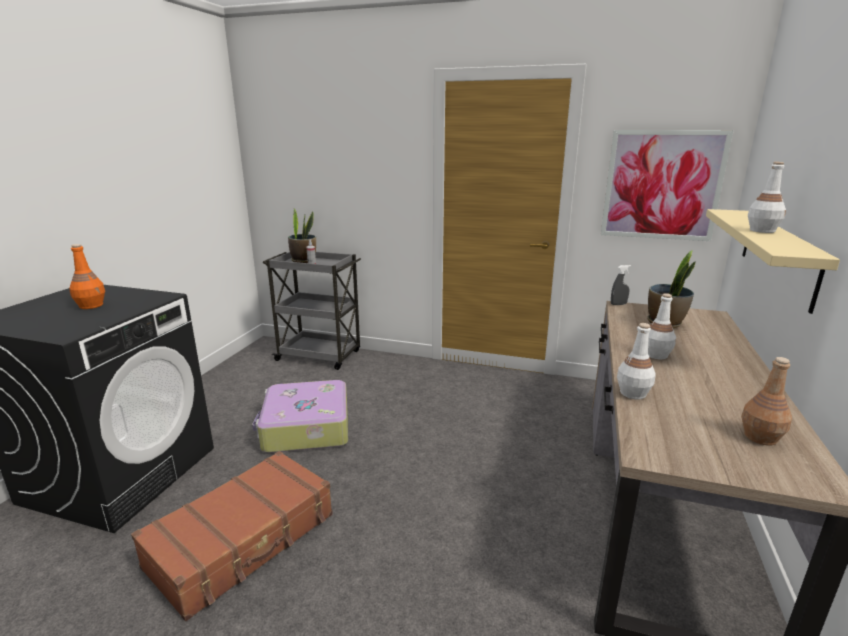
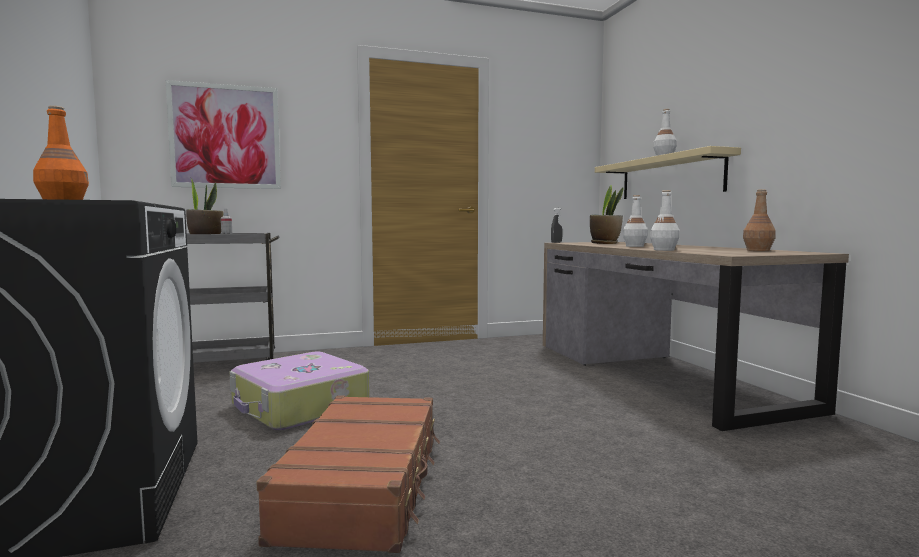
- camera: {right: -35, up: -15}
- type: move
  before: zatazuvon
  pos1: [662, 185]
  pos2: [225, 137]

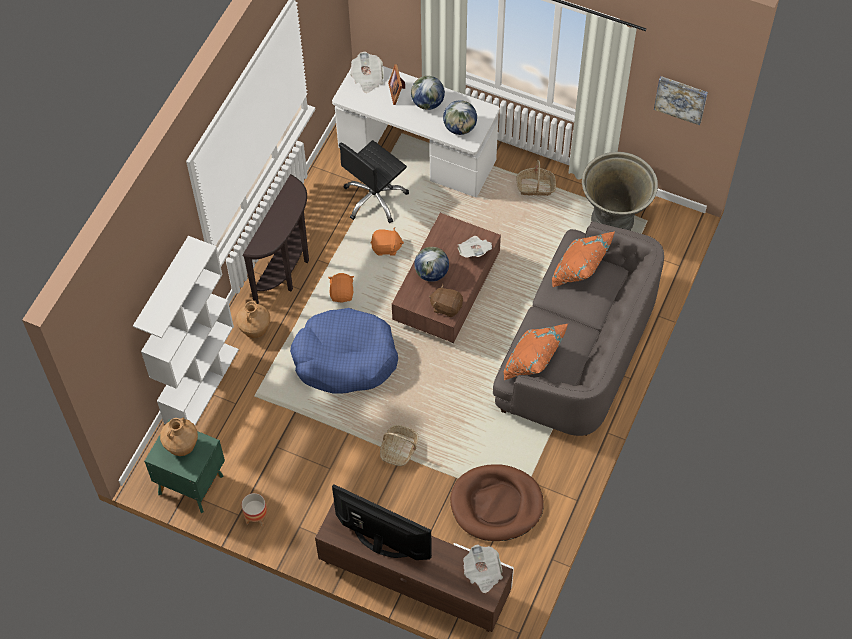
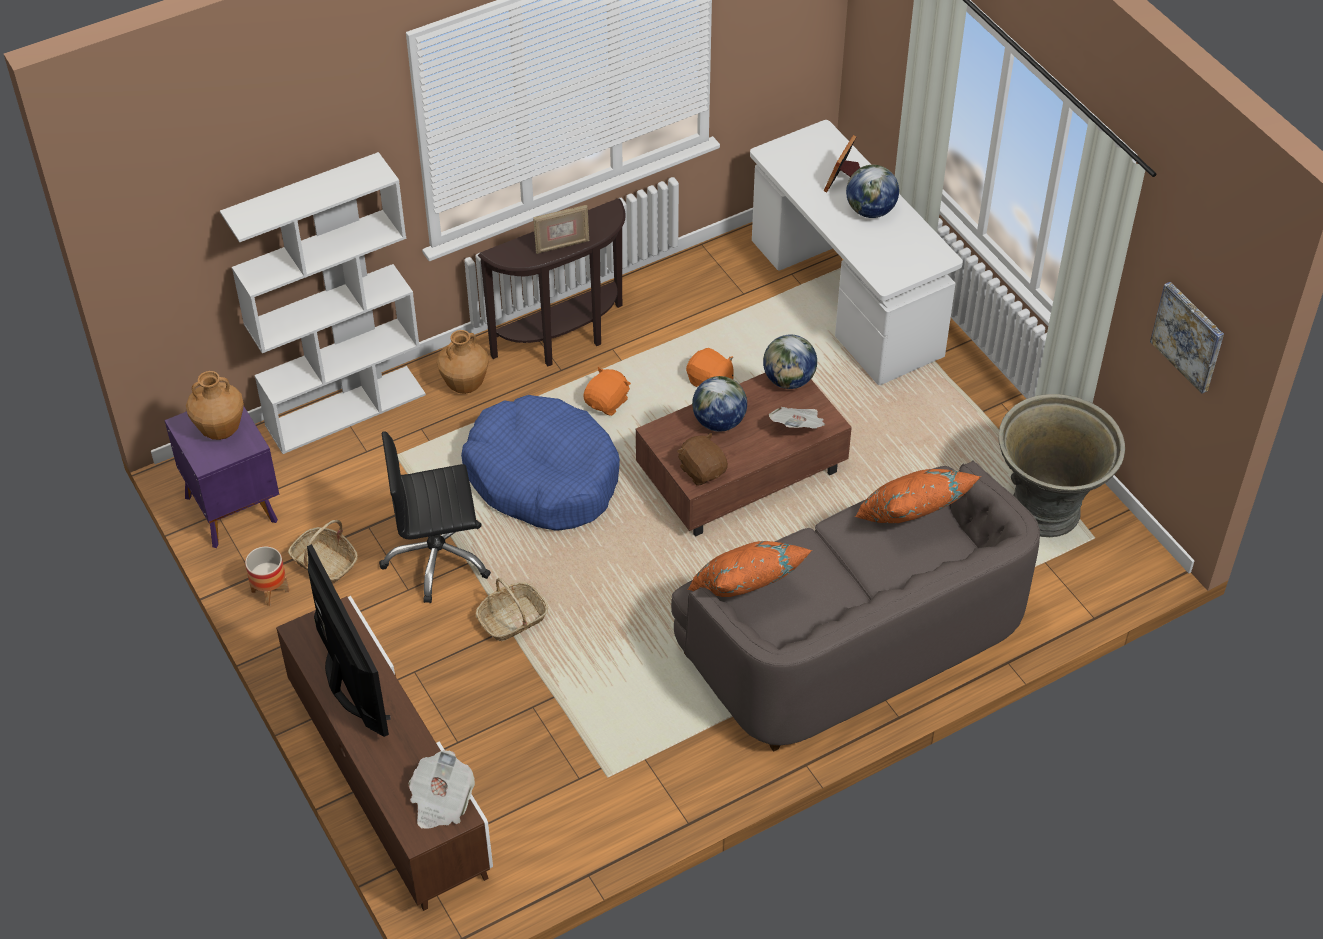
- camera: {right: 35, up: -10}
- type: recolor
  before: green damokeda
  after: purple damokeda
  pos1: [190, 483]
  pos2: [232, 507]
- type: move
  before: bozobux
  pos1: [535, 187]
  pos2: [325, 563]
- type: move
  before: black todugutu
  pos1: [375, 198]
  pos2: [437, 558]
- type: insert
  after: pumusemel
  pos2: [562, 245]
- type: move
  before: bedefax
  pos1: [460, 128]
  pos2: [789, 380]
- type: delete
  before: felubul
  pos1: [367, 78]
- type: delete
  before: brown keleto
  pos1: [496, 504]

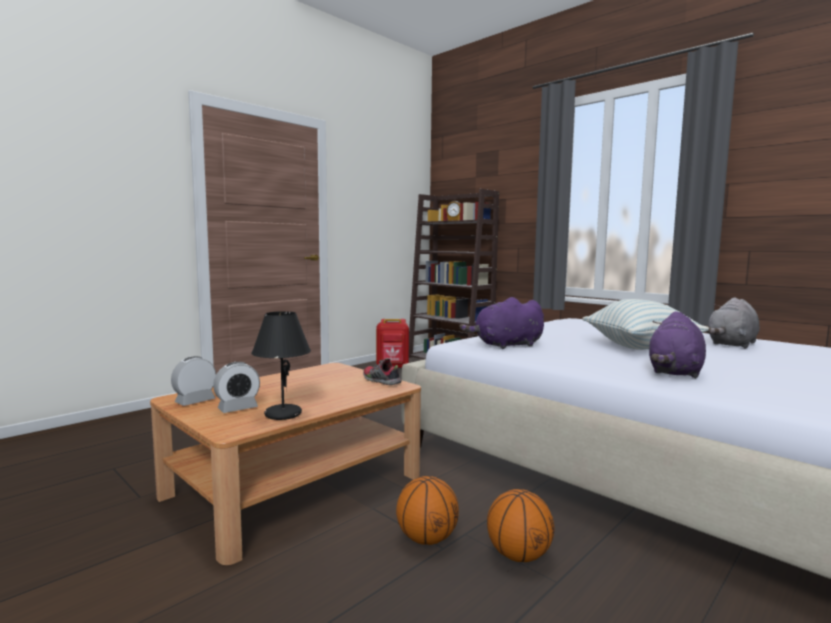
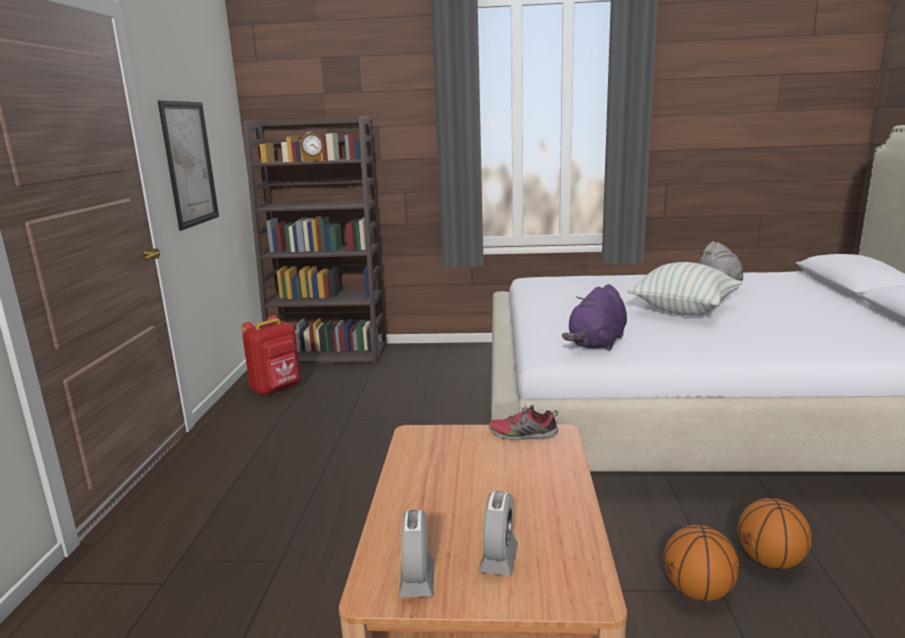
- camera: {right: -40, up: 10}
- type: insert
  after: zatazuvon
  pos2: [189, 164]
- type: delete
  before: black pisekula
  pos1: [282, 414]
- type: delete
  before: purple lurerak
  pos1: [675, 372]

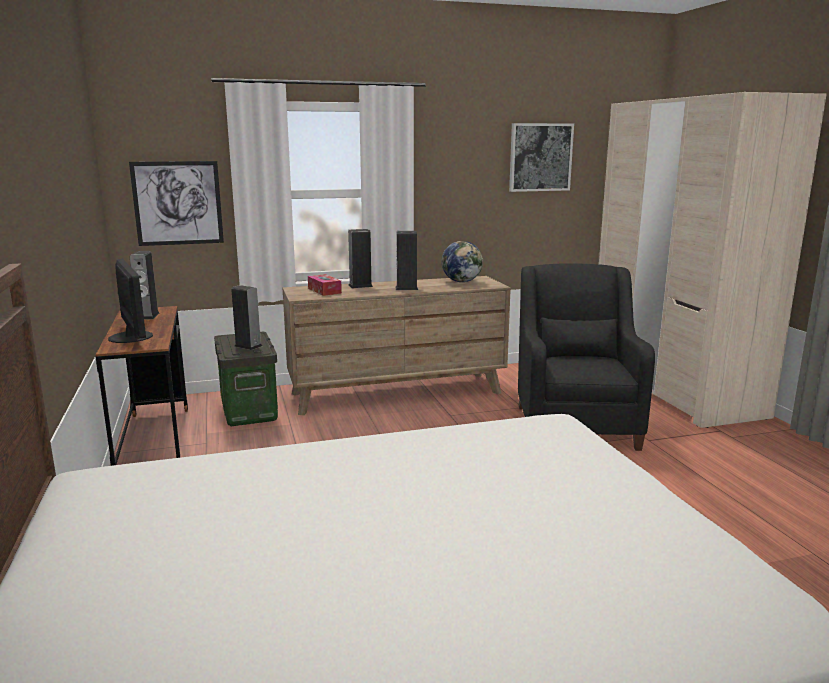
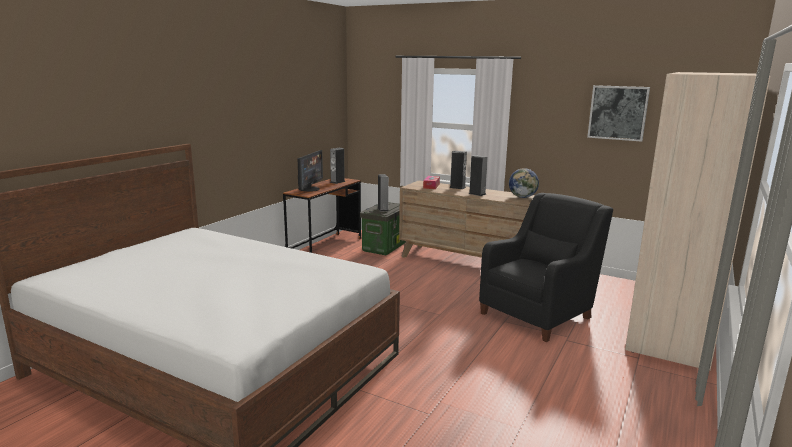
- camera: {right: 45, up: 0}
- type: delete
  before: zatazuvon
  pos1: [178, 203]

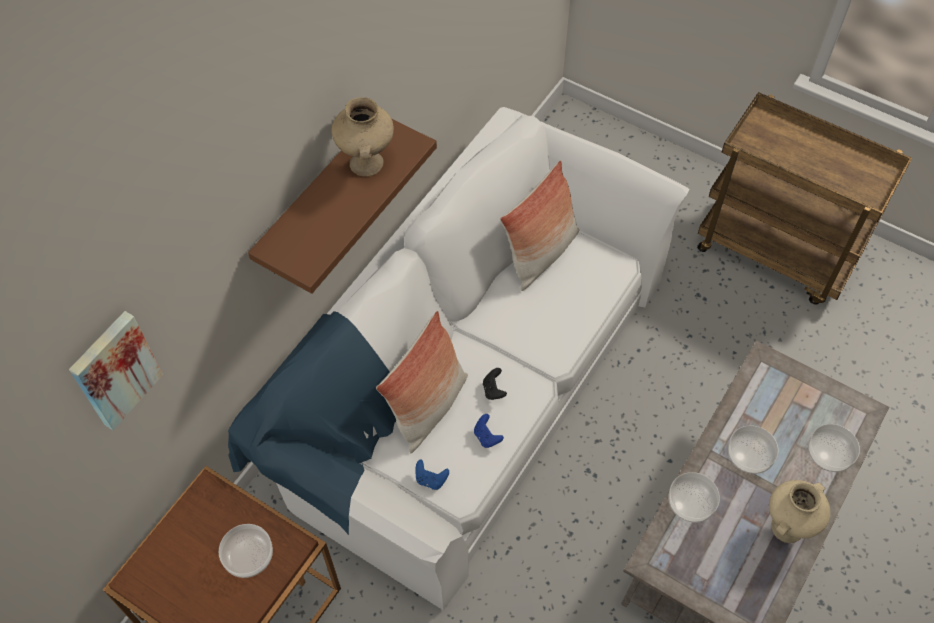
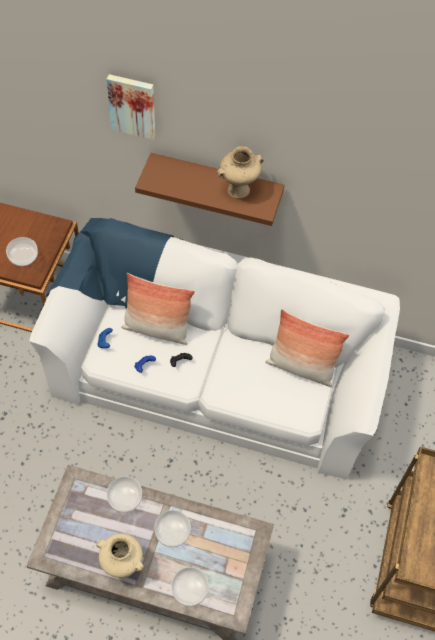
- camera: {right: 70, up: 0}
- type: move
  before: zatazuvon
  pos1: [114, 369]
  pos2: [132, 105]

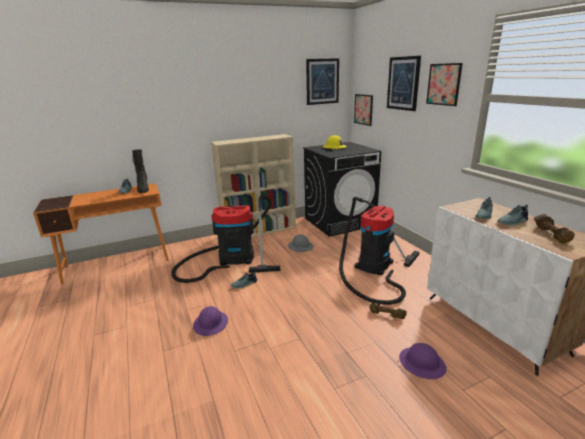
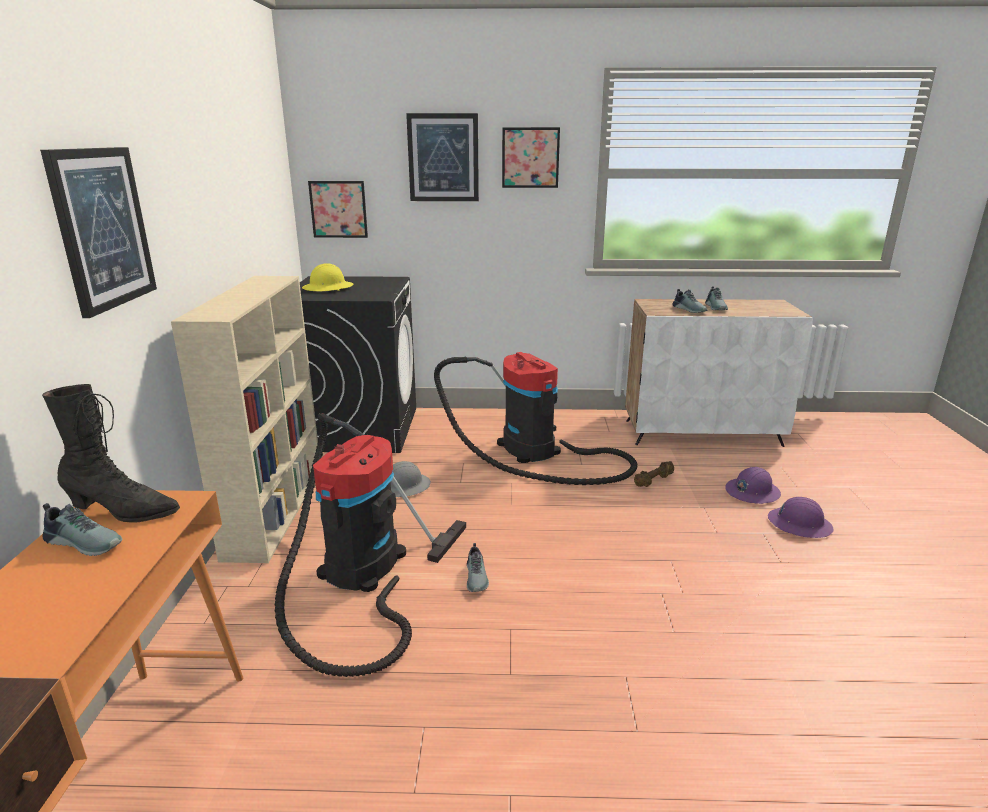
- camera: {right: -65, up: 0}
- type: move
  before: zatazuvon
  pos1: [322, 81]
  pos2: [102, 228]
- type: move
  before: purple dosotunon
  pos1: [211, 324]
  pos2: [799, 524]
- type: delete
  before: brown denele
  pos1: [551, 235]

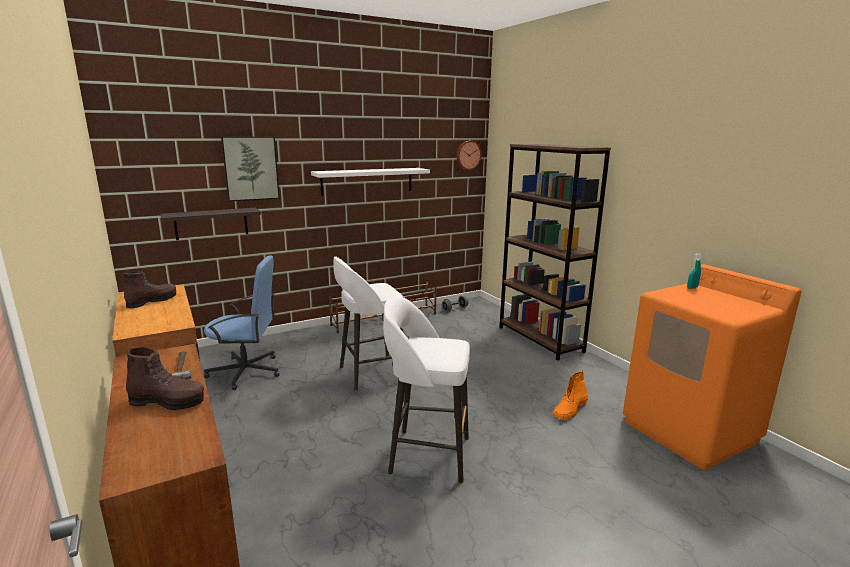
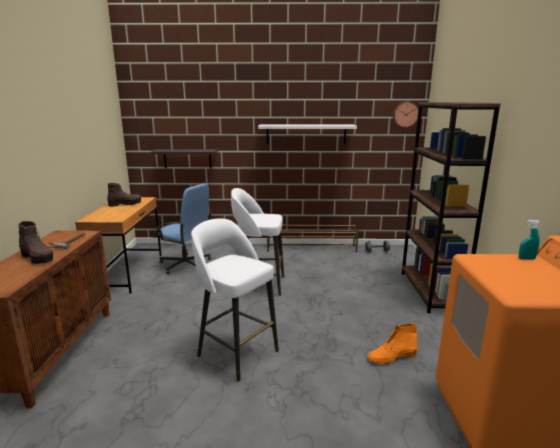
- camera: {right: 30, up: 0}
- type: delete
  before: zatazuvon
  pos1: [251, 168]

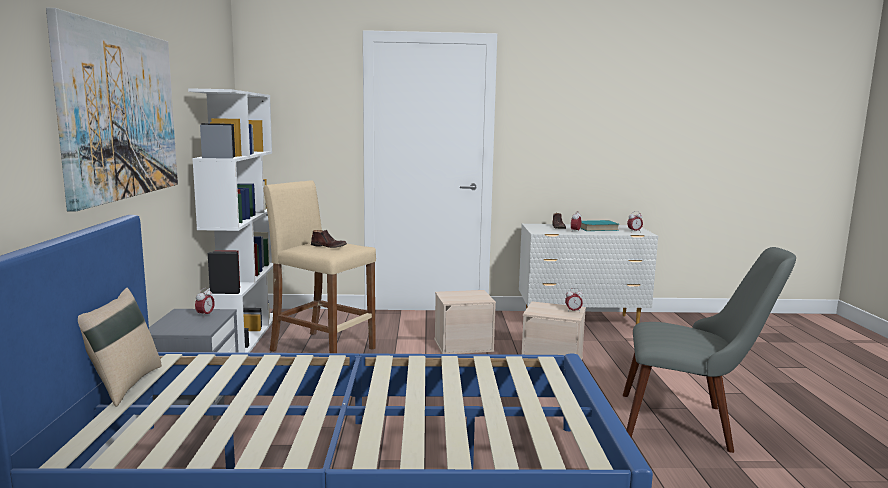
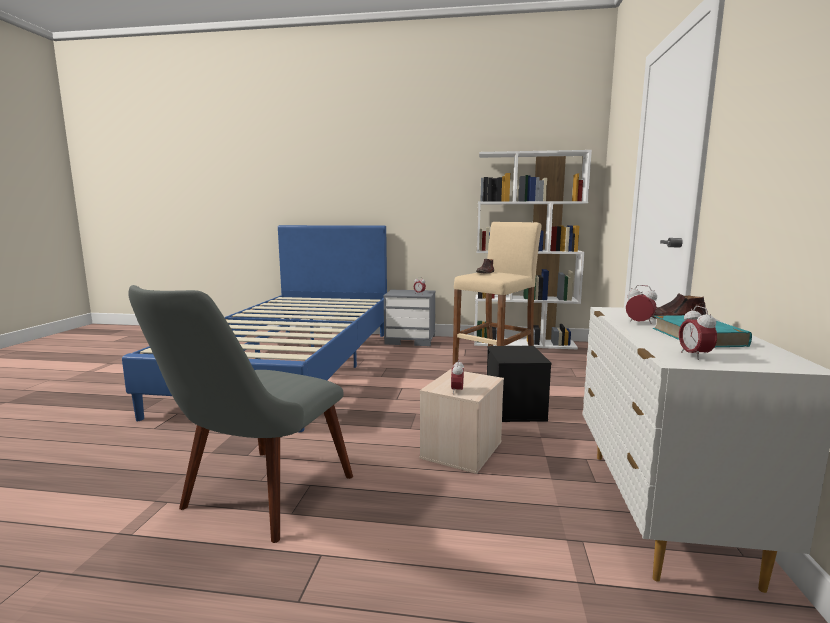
- camera: {right: 100, up: 0}
- type: recolor
  before: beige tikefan
  after: black tikefan
  pos1: [464, 345]
  pos2: [516, 409]
- type: delete
  before: zatazuvon
  pos1: [120, 113]
- type: delete
  before: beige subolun
  pos1: [123, 385]

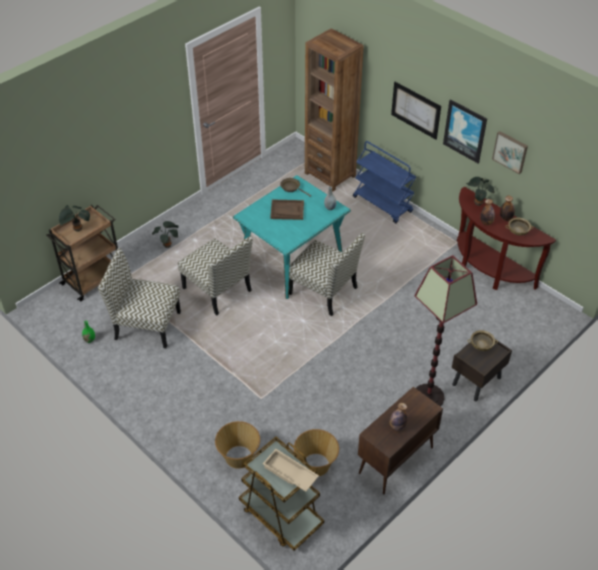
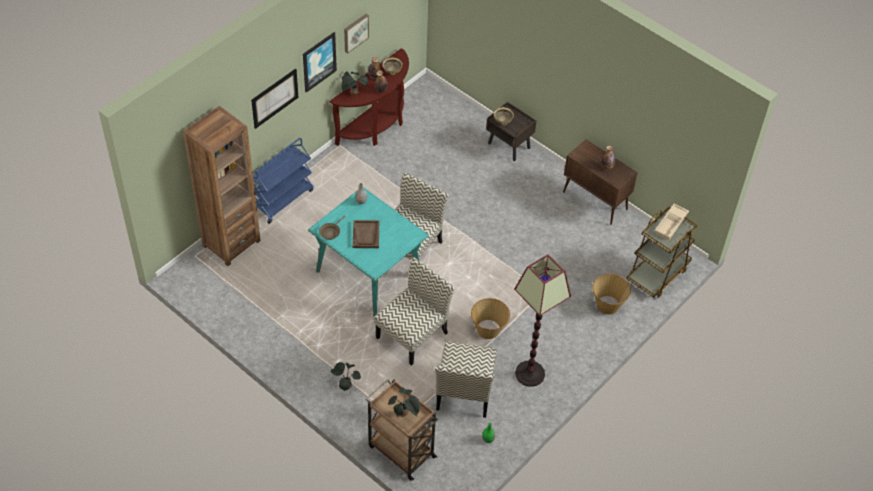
- camera: {right: -95, up: 5}
- type: move
  before: bozobux
  pos1: [315, 465]
  pos2: [488, 329]
- type: move
  before: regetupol
  pos1: [428, 397]
  pos2: [530, 374]

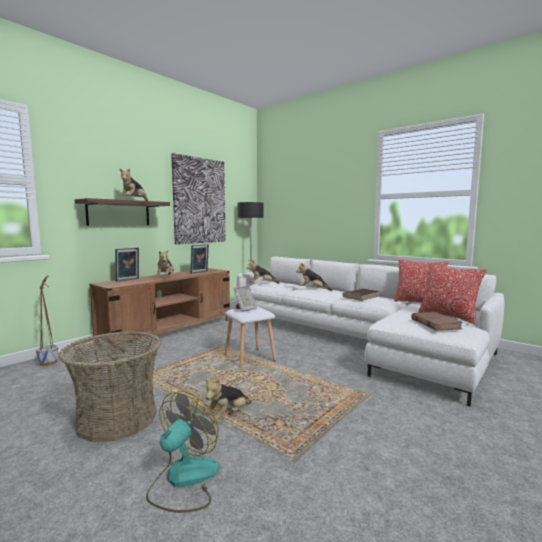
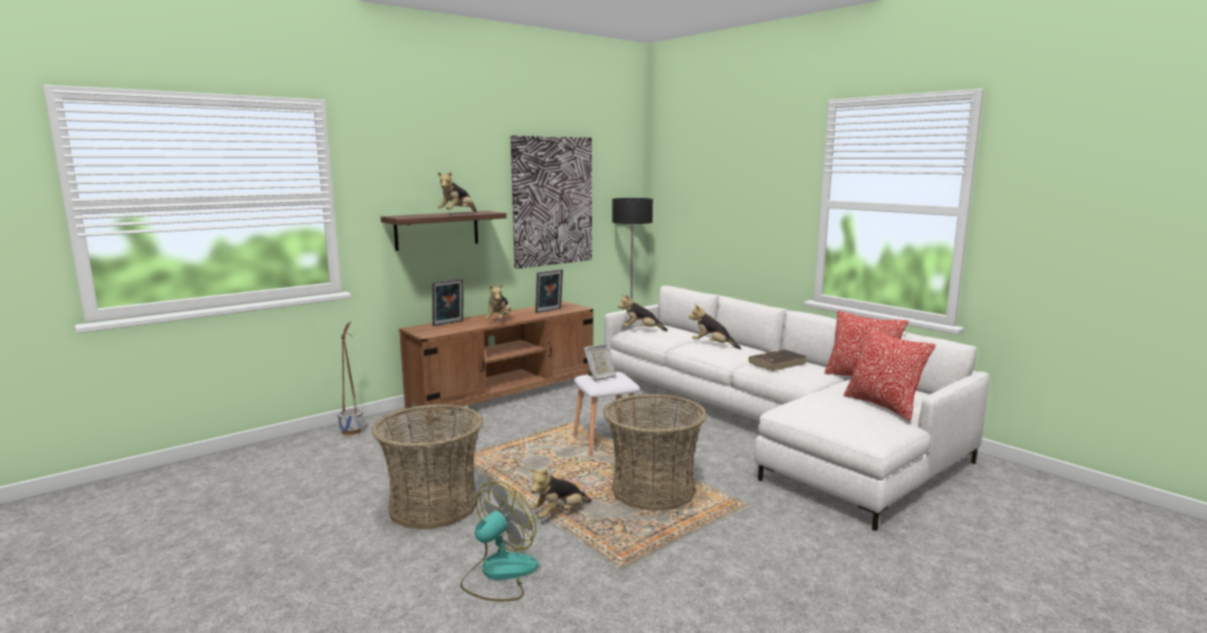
- camera: {right: 10, up: 5}
- type: insert
  after: bozobux
  pos2: [653, 491]
- type: delete
  before: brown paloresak
  pos1: [435, 324]

